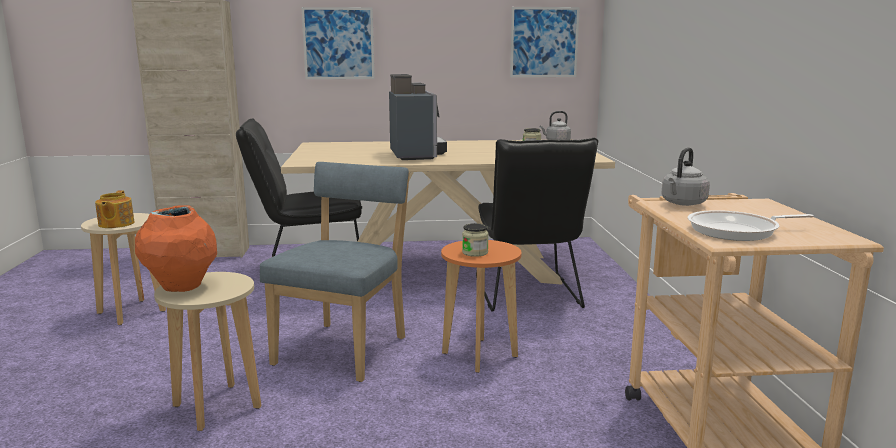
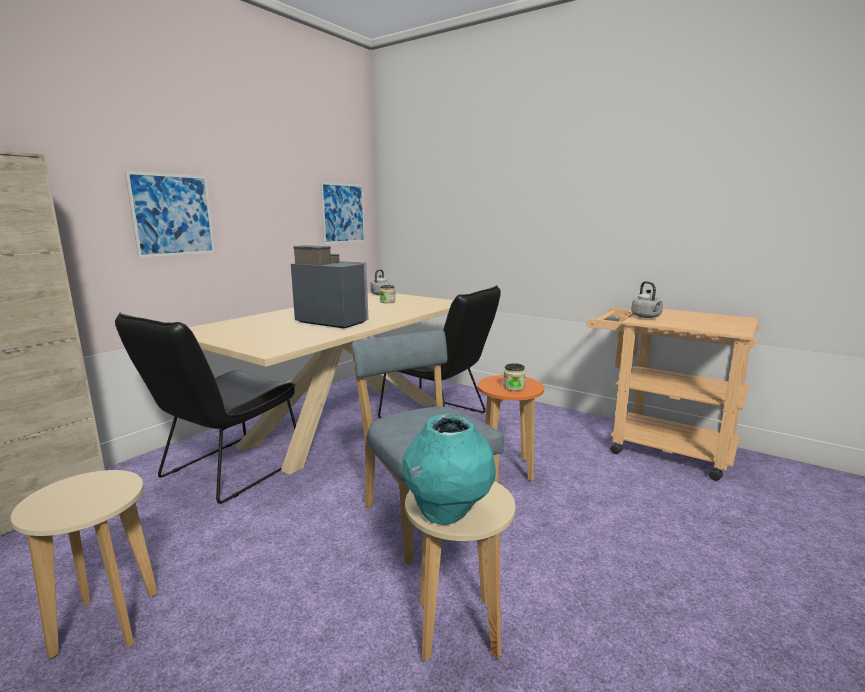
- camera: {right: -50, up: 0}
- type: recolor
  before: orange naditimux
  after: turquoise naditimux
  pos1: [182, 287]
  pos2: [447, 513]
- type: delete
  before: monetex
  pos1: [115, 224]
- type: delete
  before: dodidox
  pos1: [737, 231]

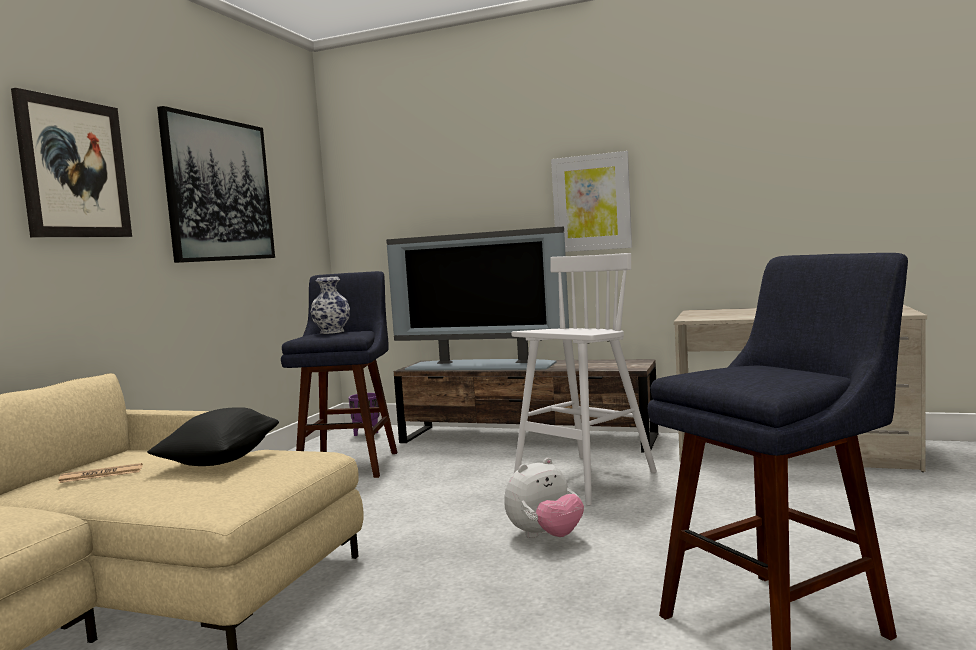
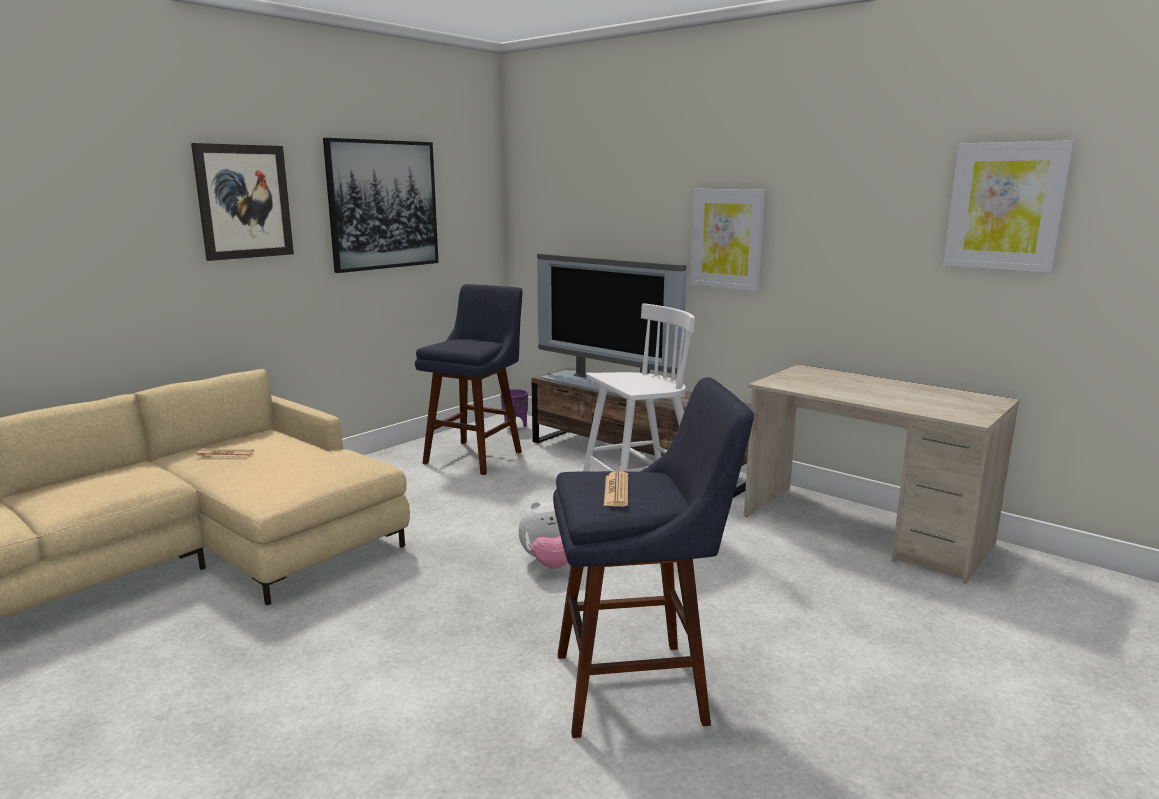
- camera: {right: 20, up: 10}
- type: insert
  after: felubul
  pos2: [616, 490]
- type: insert
  after: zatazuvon
  pos2: [1005, 206]
- type: delete
  before: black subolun
  pos1: [220, 461]
- type: delete
  before: naditimux
  pos1: [332, 332]

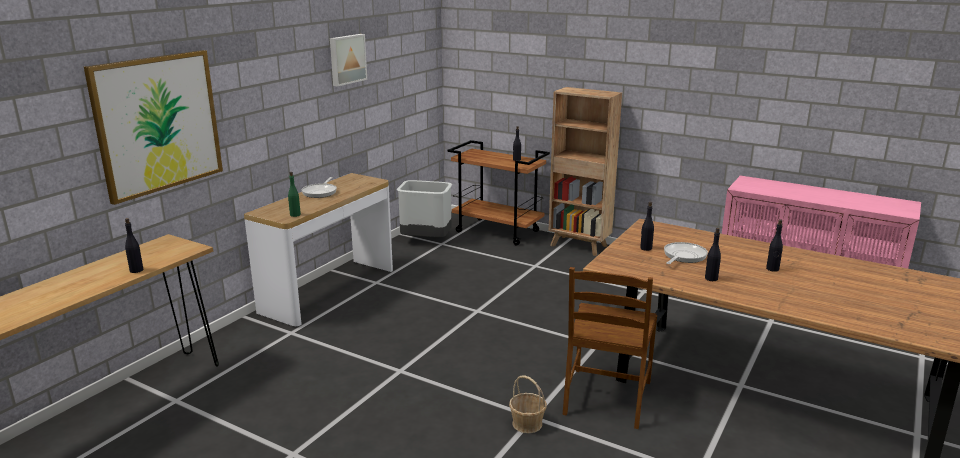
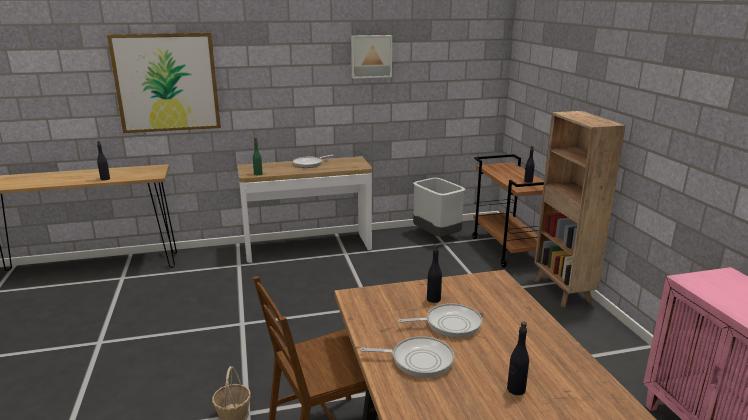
- camera: {right: 45, up: 0}
- type: replace
  before: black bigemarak
  after: dodidox
  pos1: [711, 278]
  pos2: [418, 360]

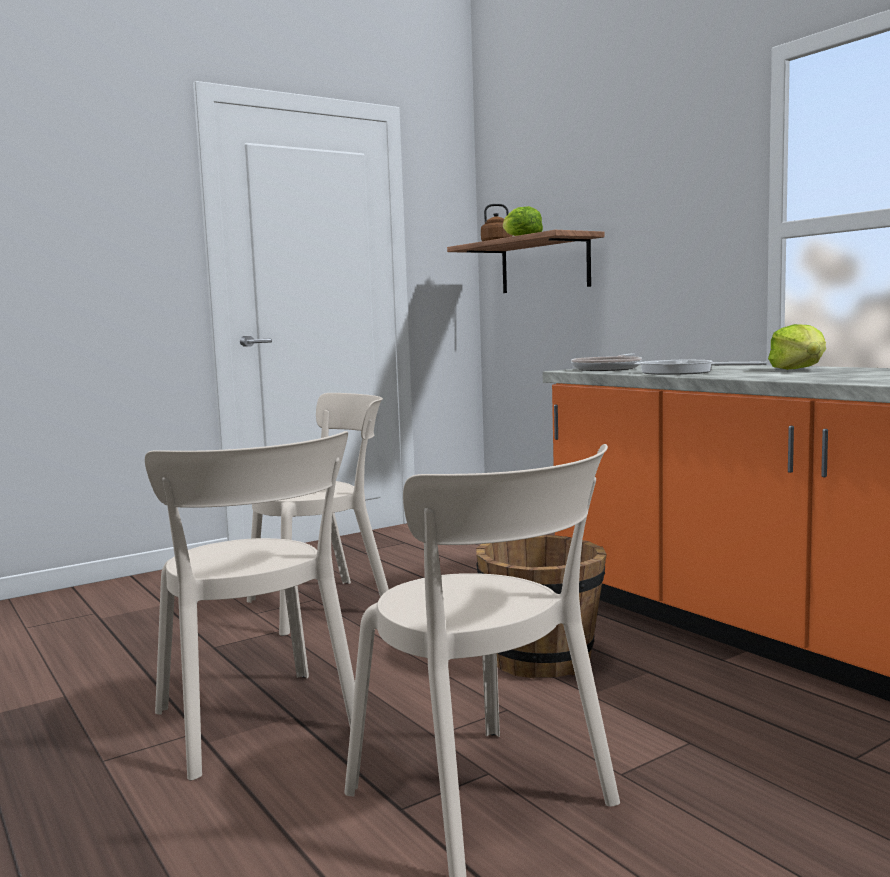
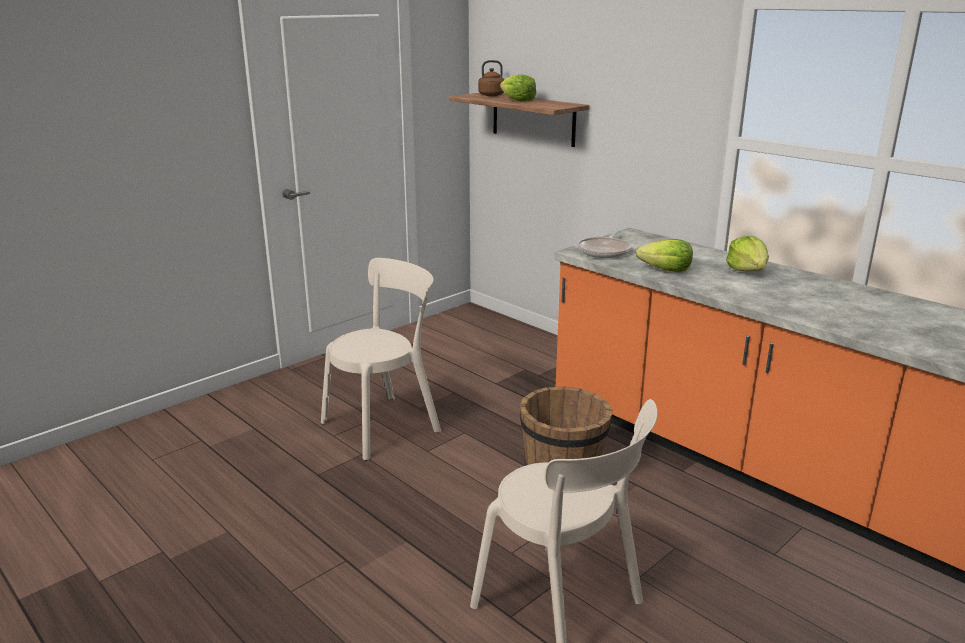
- camera: {right: -10, up: 15}
- type: replace
  before: dodidox
  after: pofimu
  pos1: [682, 372]
  pos2: [666, 270]
- type: delete
  before: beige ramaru
  pos1: [259, 725]

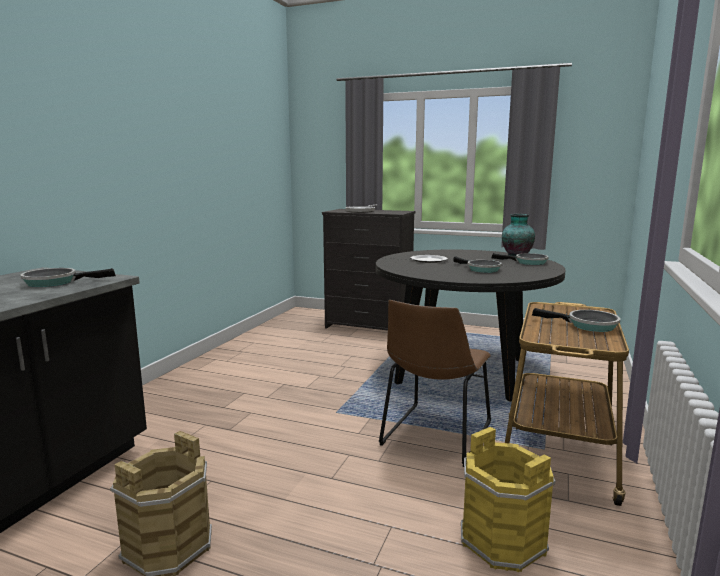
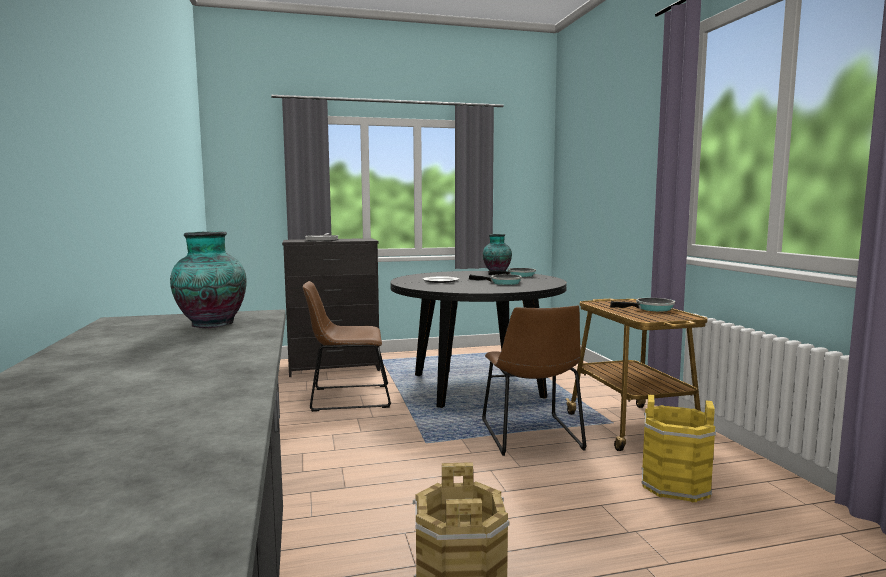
- camera: {right: -35, up: -5}
- type: replace
  before: dodidox
  after: naditimux
  pos1: [55, 282]
  pos2: [210, 324]
- type: insert
  after: brown ramaru
  pos2: [346, 398]

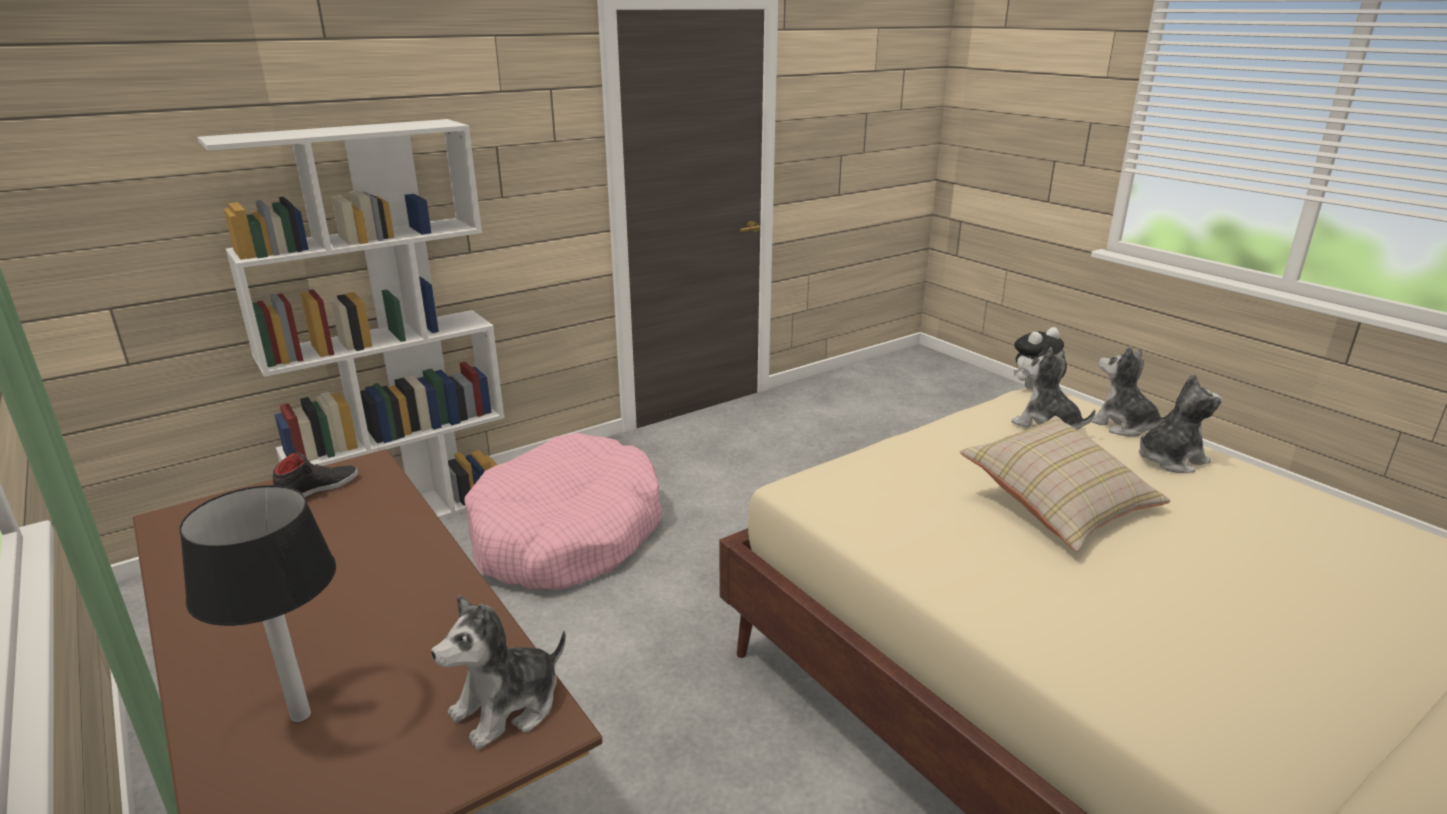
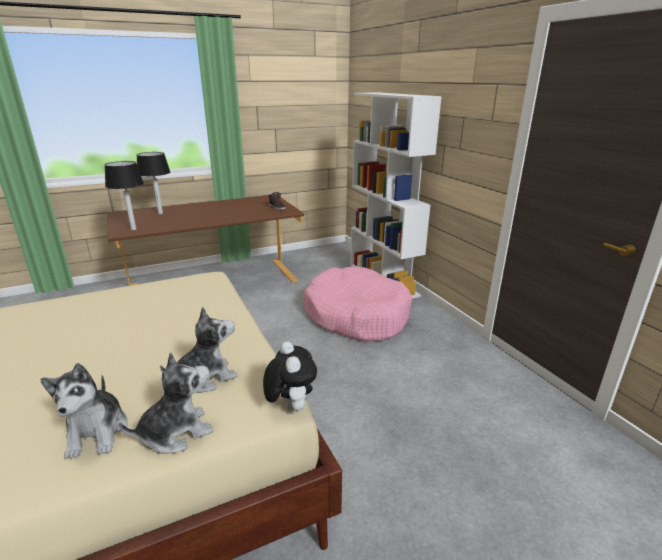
- camera: {right: 100, up: 0}
- type: replace
  before: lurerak
  after: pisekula
  pos1: [507, 707]
  pos2: [133, 229]
- type: delete
  before: beige subolun
  pos1: [1058, 505]

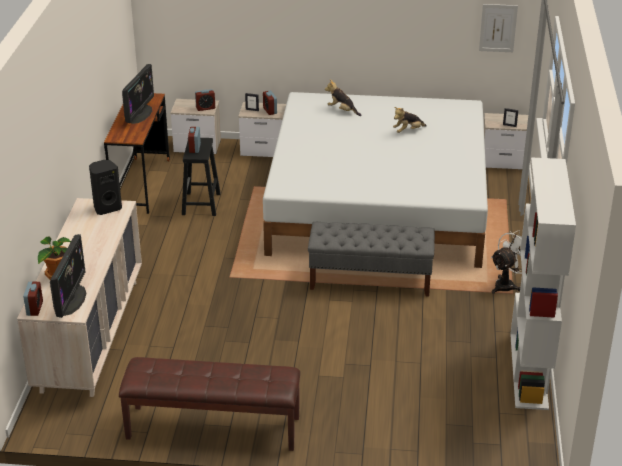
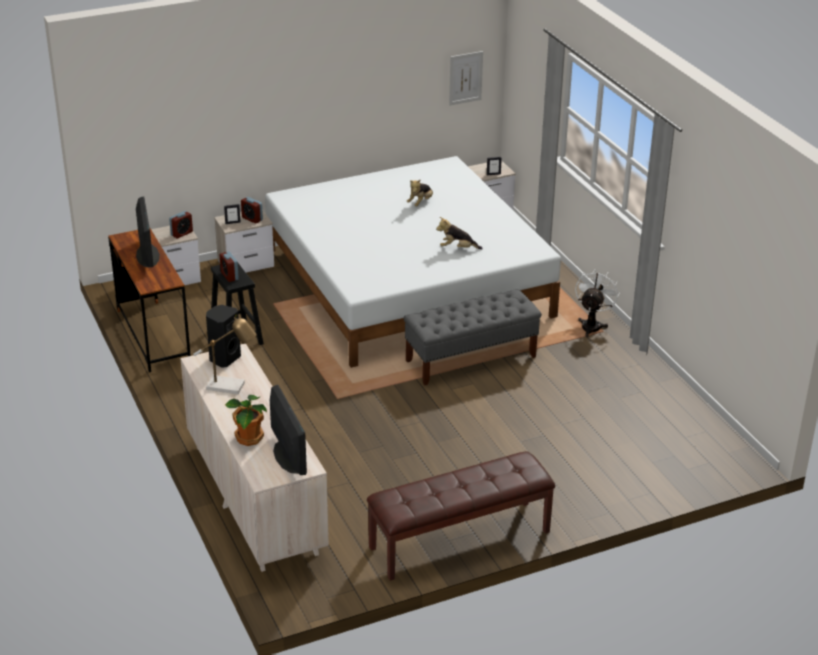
- camera: {right: -30, up: 0}
- type: insert
  after: pisekula
  pos2: [230, 386]
- type: move
  before: lurerak
  pos1: [342, 110]
  pos2: [457, 248]
- type: delete
  before: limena
  pos1: [34, 308]
- type: delete
  before: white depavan
  pos1: [529, 371]

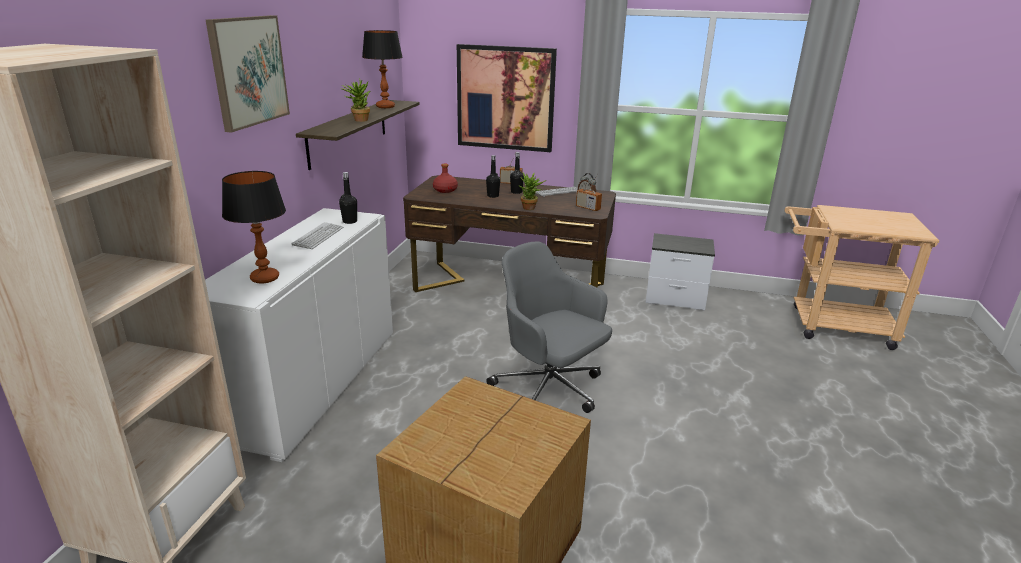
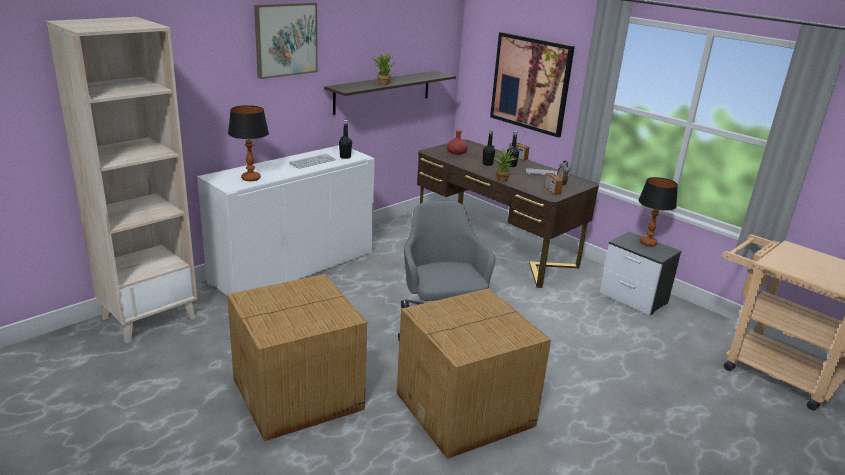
- camera: {right: 30, up: 0}
- type: insert
  after: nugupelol
  pos2: [467, 410]
- type: move
  before: pisekula
  pos1: [385, 107]
  pos2: [648, 243]

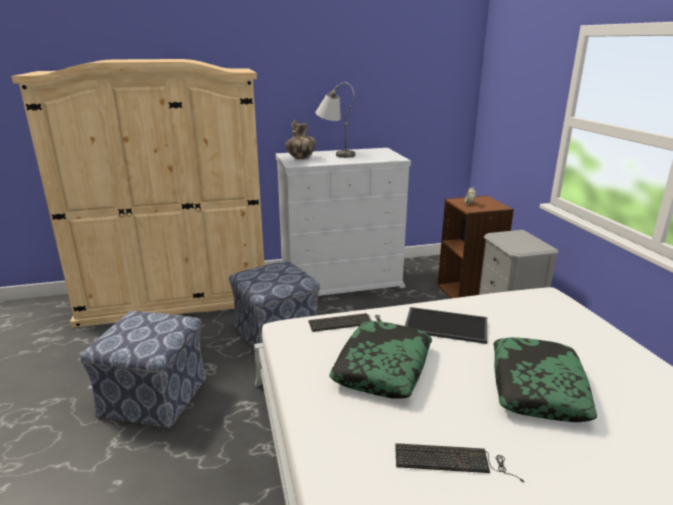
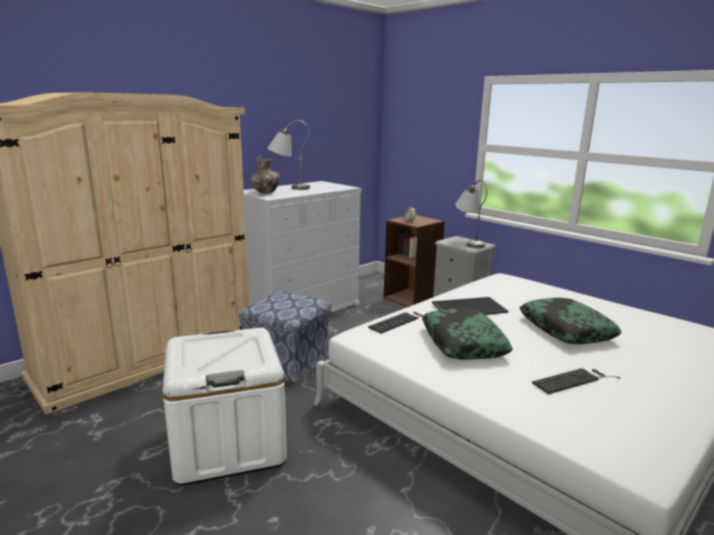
- camera: {right: -30, up: -5}
- type: replace
  before: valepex
  after: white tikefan
  pos1: [155, 397]
  pos2: [228, 443]
- type: insert
  after: grey pisekula
  pos2: [469, 242]

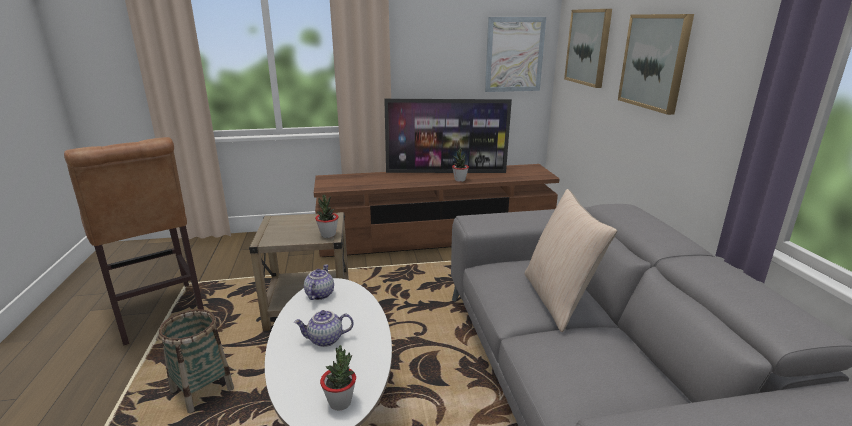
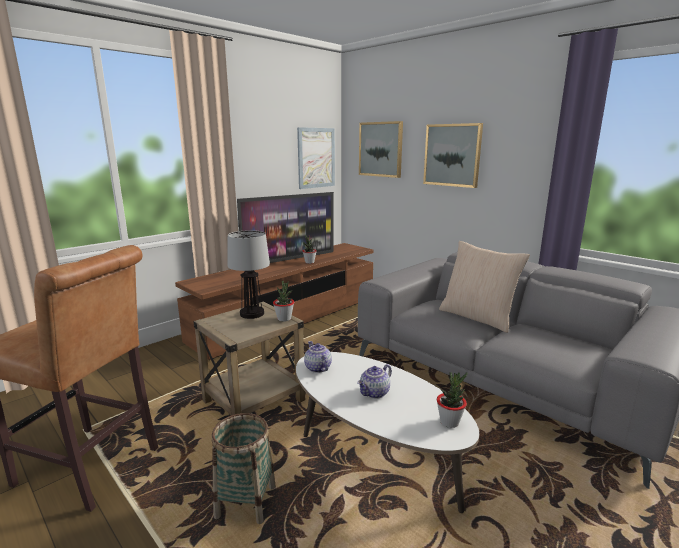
- camera: {right: -35, up: -5}
- type: insert
  after: pisekula
  pos2: [251, 314]

